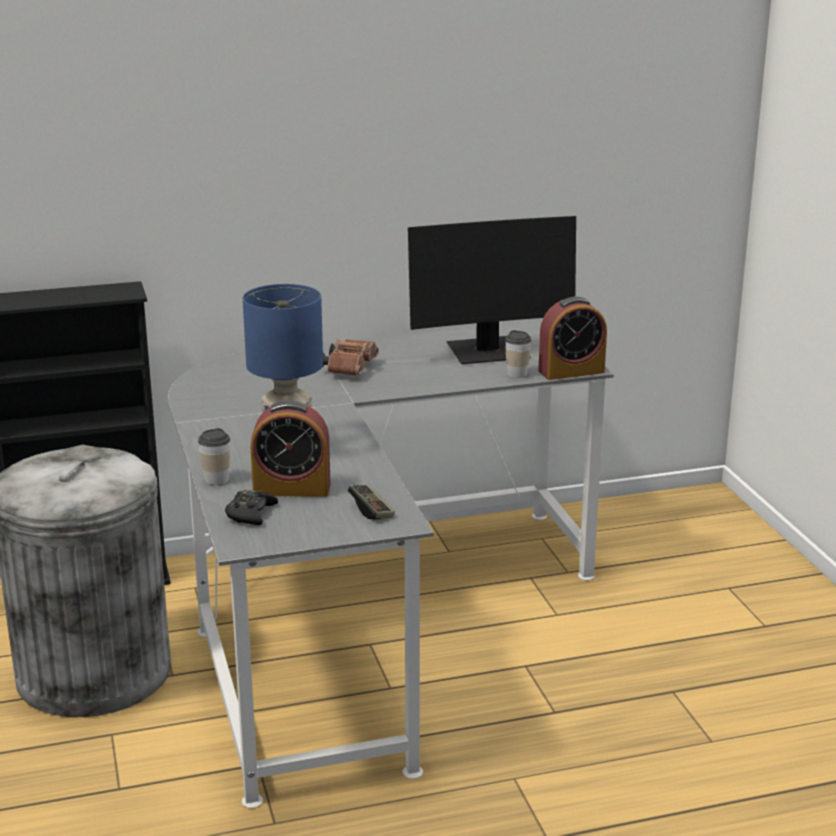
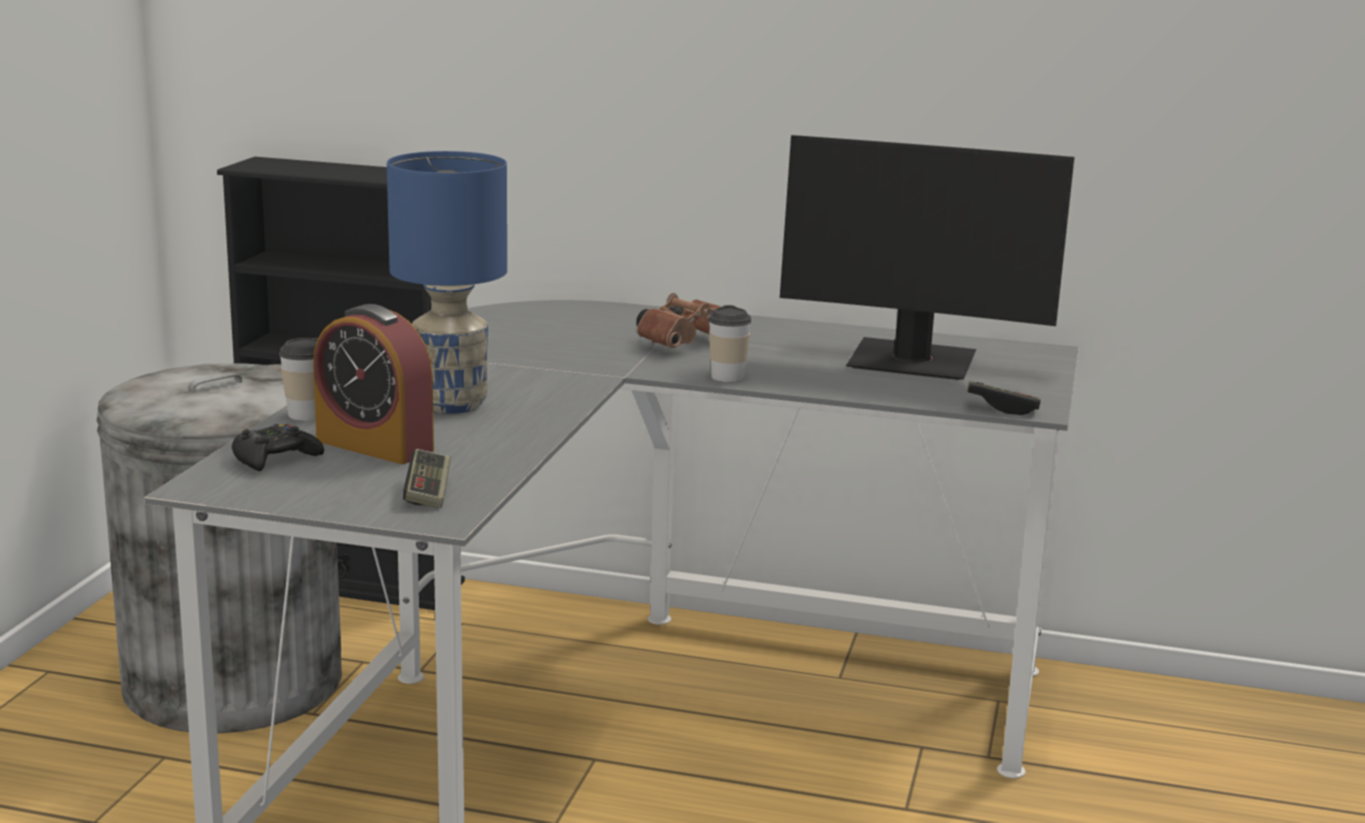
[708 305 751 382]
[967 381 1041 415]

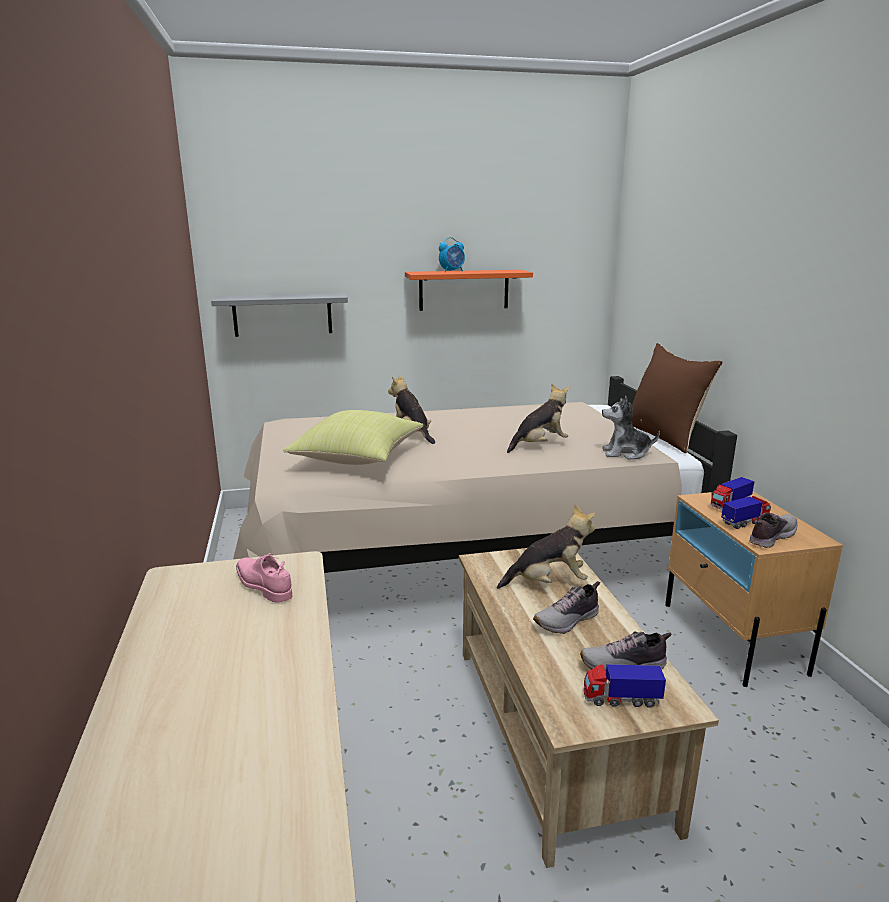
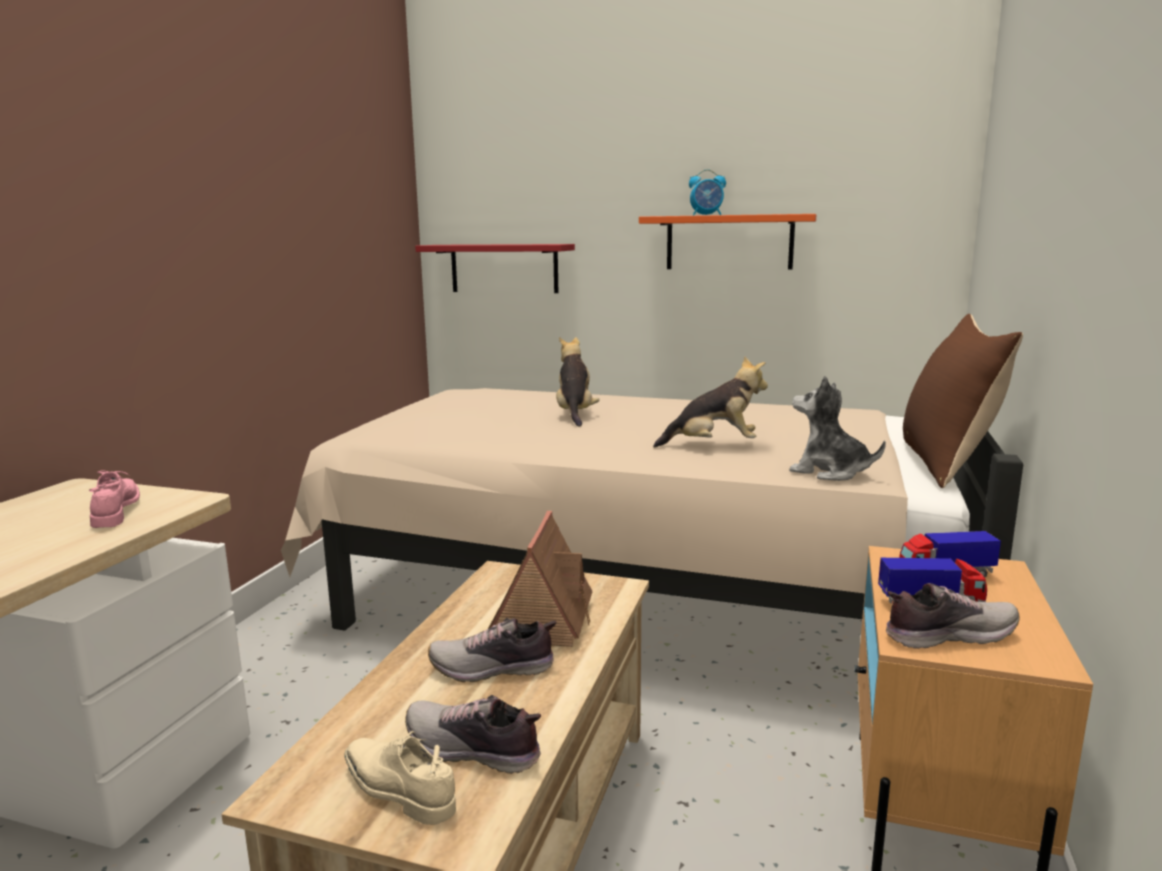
[415 244 575 293]
[283 410 423 465] (first image)
[488 511 593 647]
[344 731 456 825]

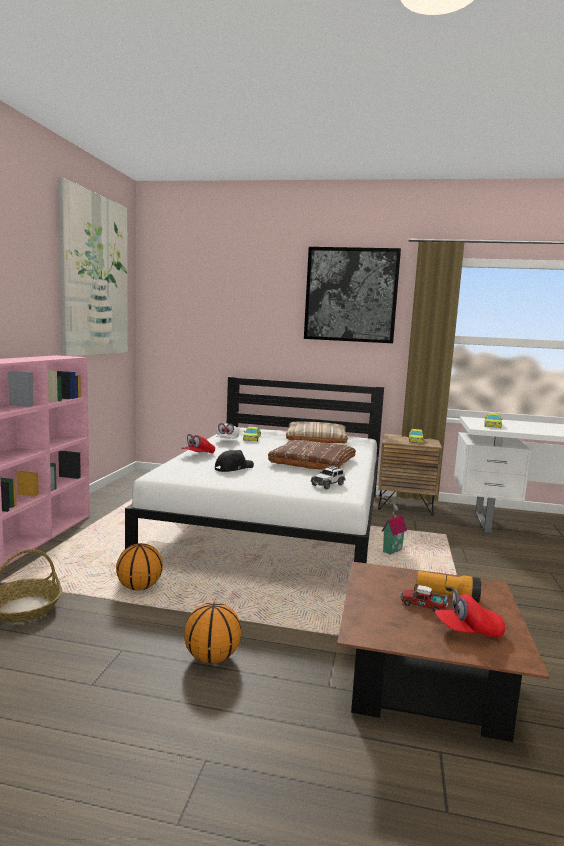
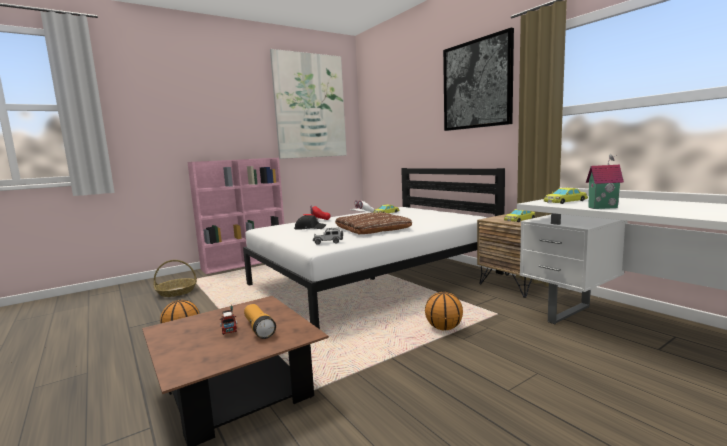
[425 292 463 330]
[286 421 348 443] (first image)
[586 153 624 209]
[435 589 505 638] (first image)

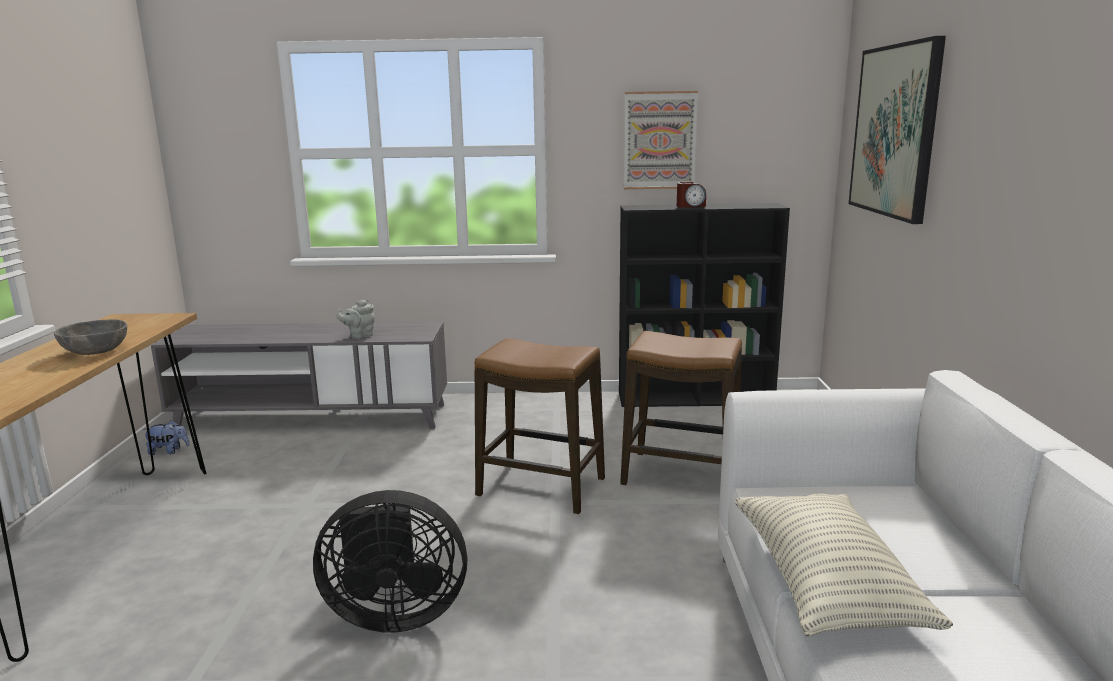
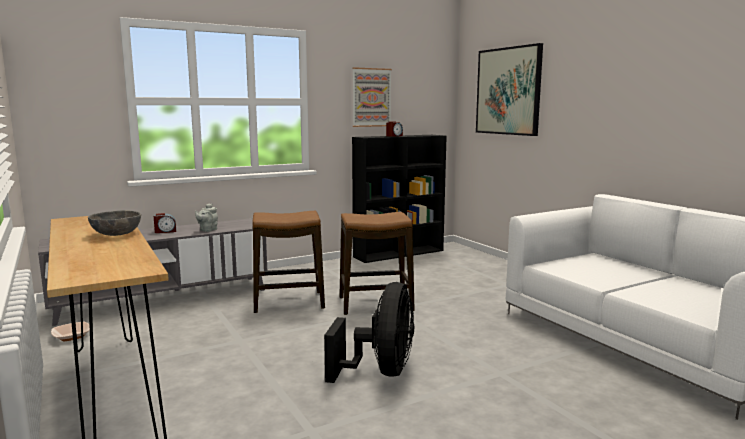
[51 322 90 341]
[324 282 414 383]
[252 211 325 313]
[735 494 953 637] (first image)
[154 213 176 233]

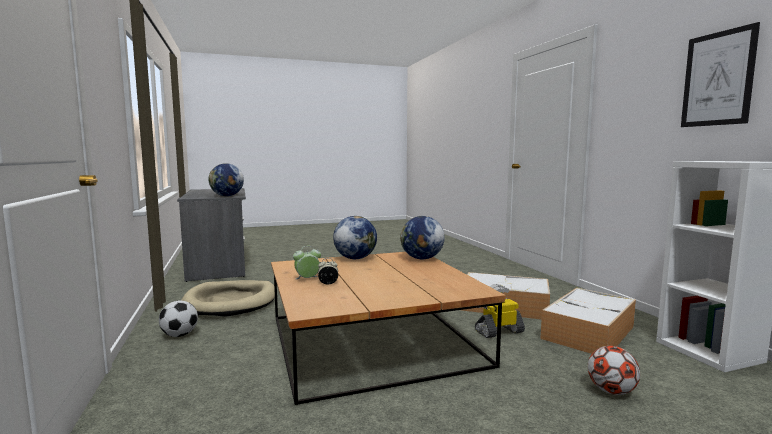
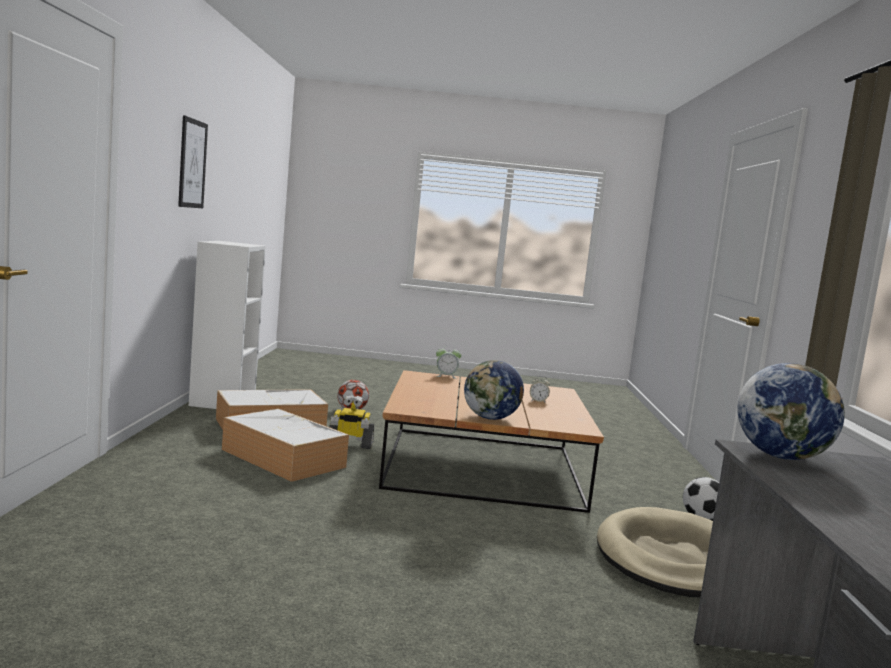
[436 345 461 379]
[400 216 445 259] (first image)

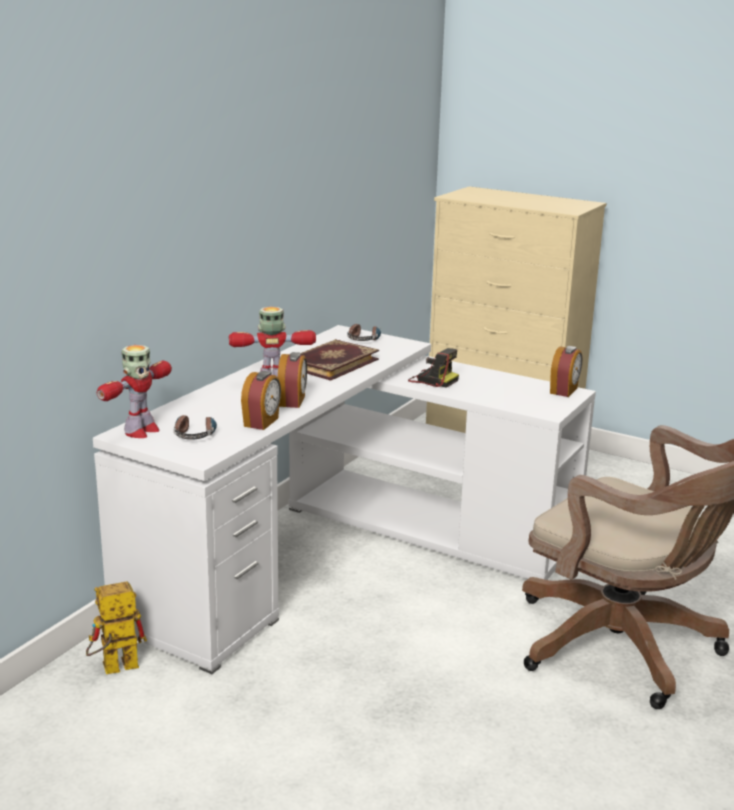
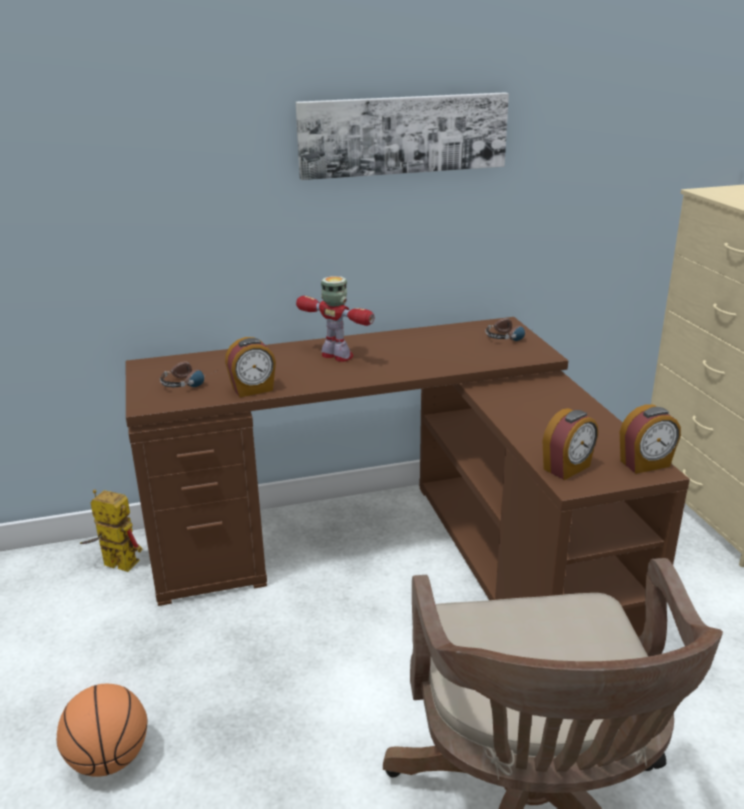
[126 317 690 637]
[97 345 172 438] (first image)
[542 408 598 480]
[300 339 379 381] (first image)
[408 348 459 388] (first image)
[57 684 147 777]
[296 92 509 180]

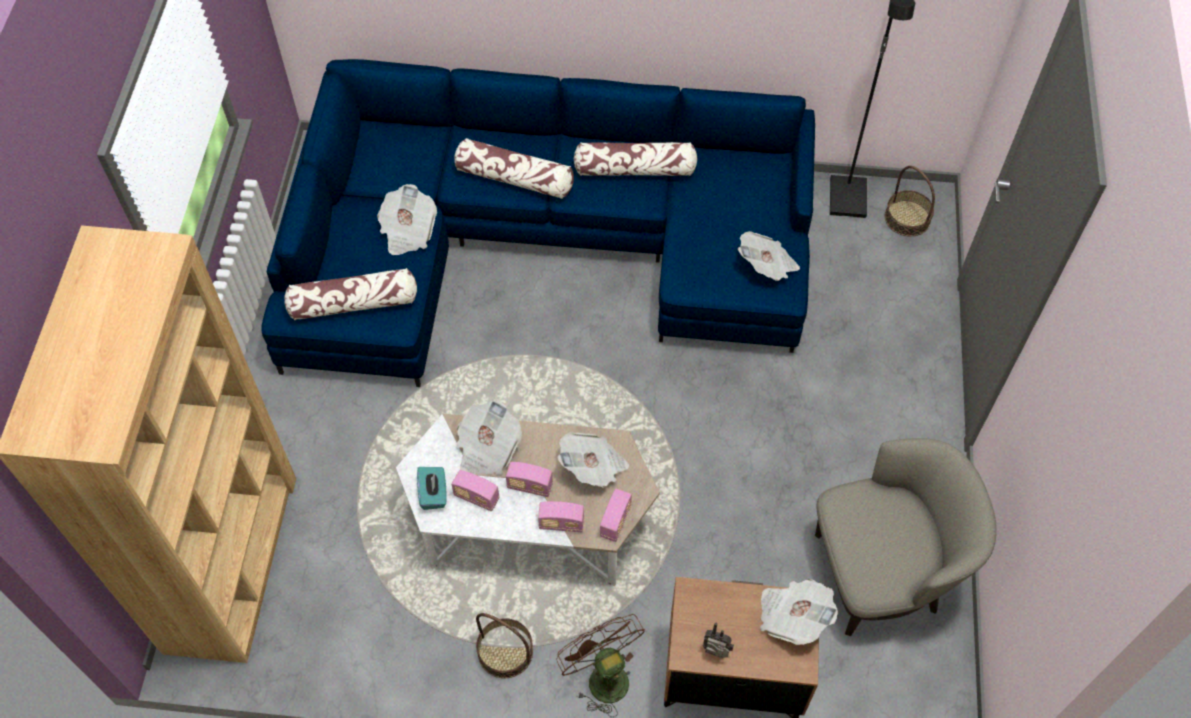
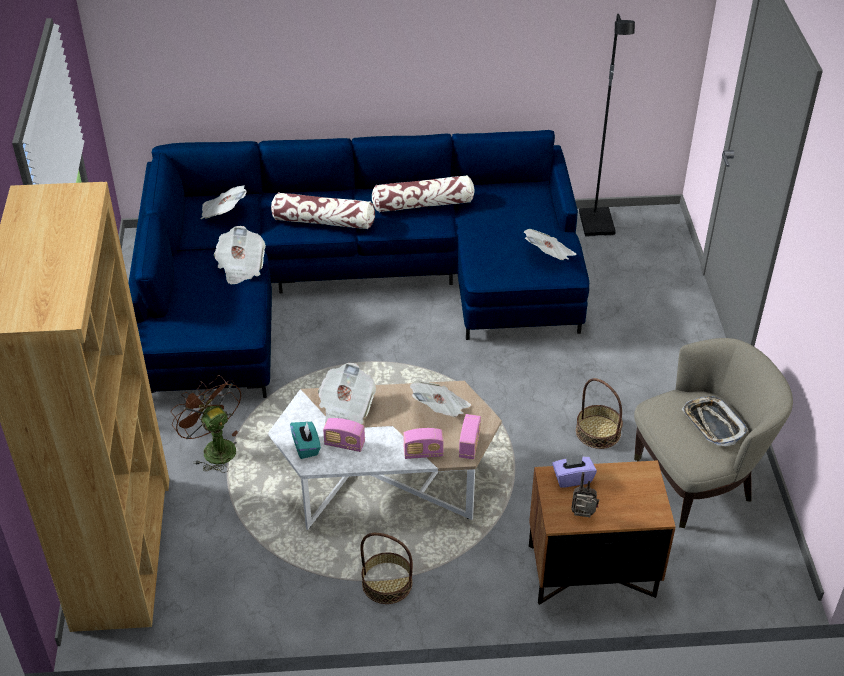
[284 268 417 320] (first image)
[506 462 553 497] (first image)
[171 375 241 473]
[201 185 246 219]
[576 378 623 449]
[552 454 597 488]
[682 396 748 446]

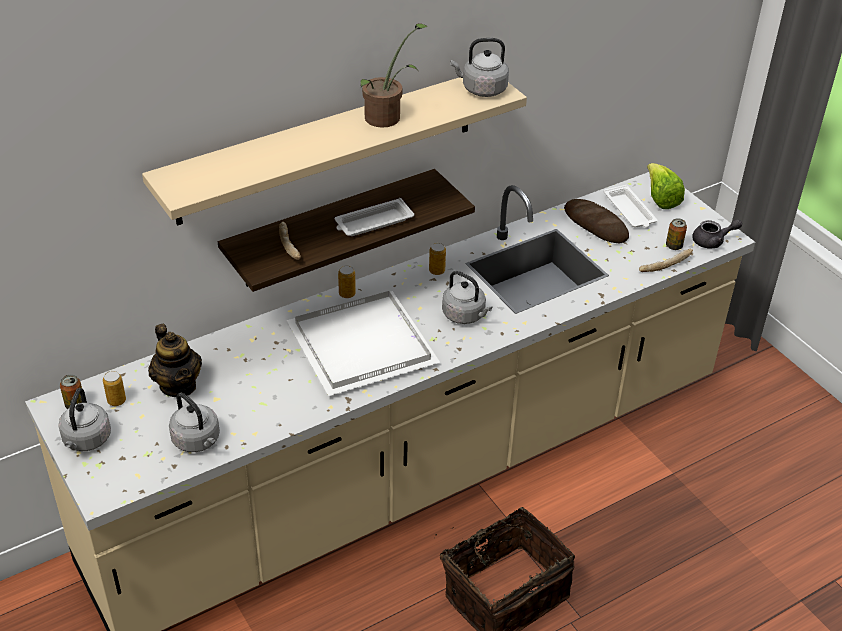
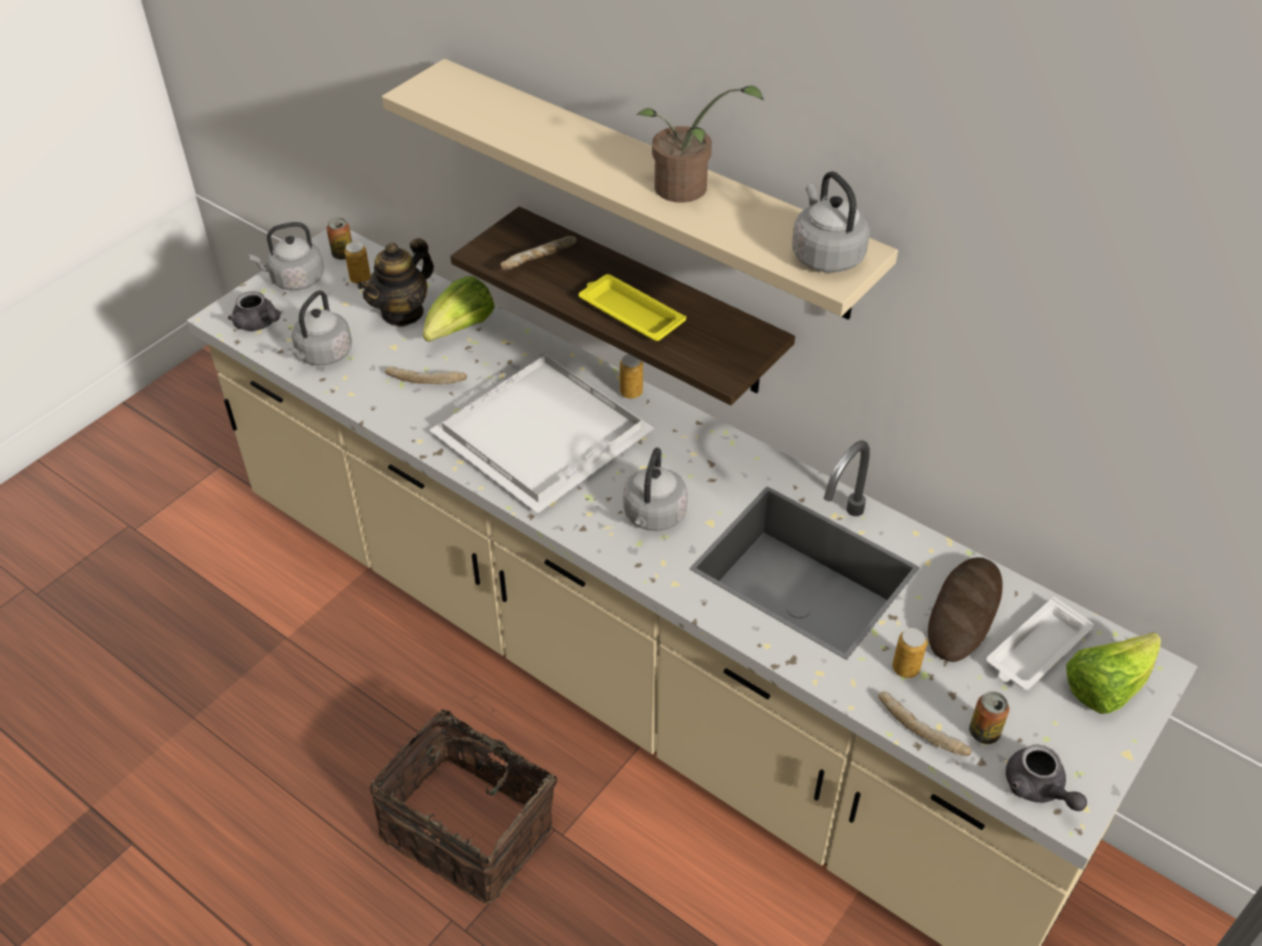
[578 274 686 341]
[892 628 927 678]
[228 291 280 331]
[385 366 467 385]
[423 276 495 342]

